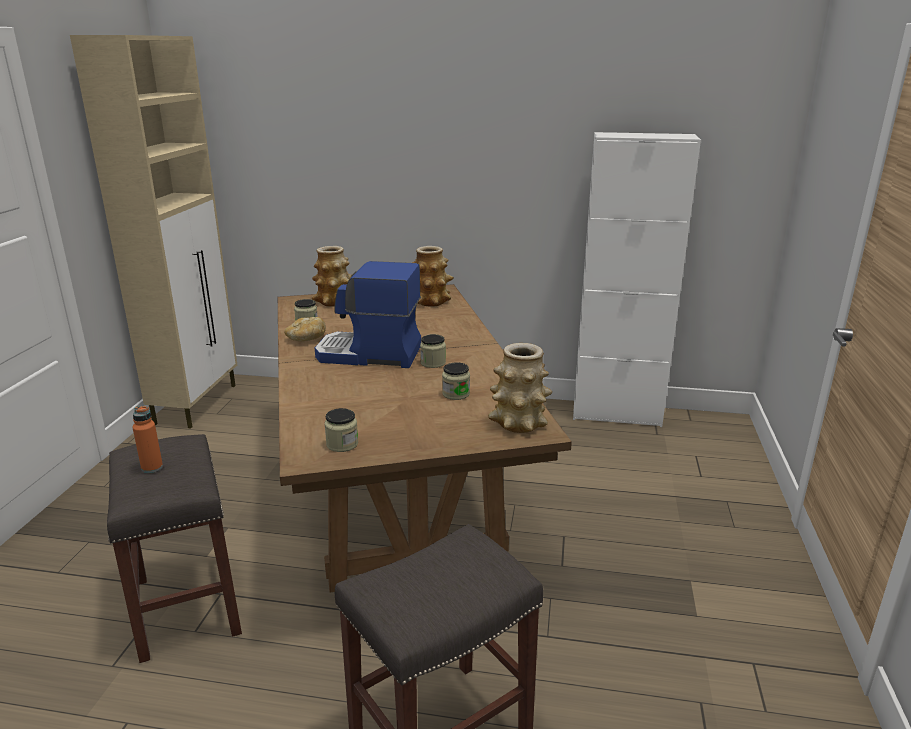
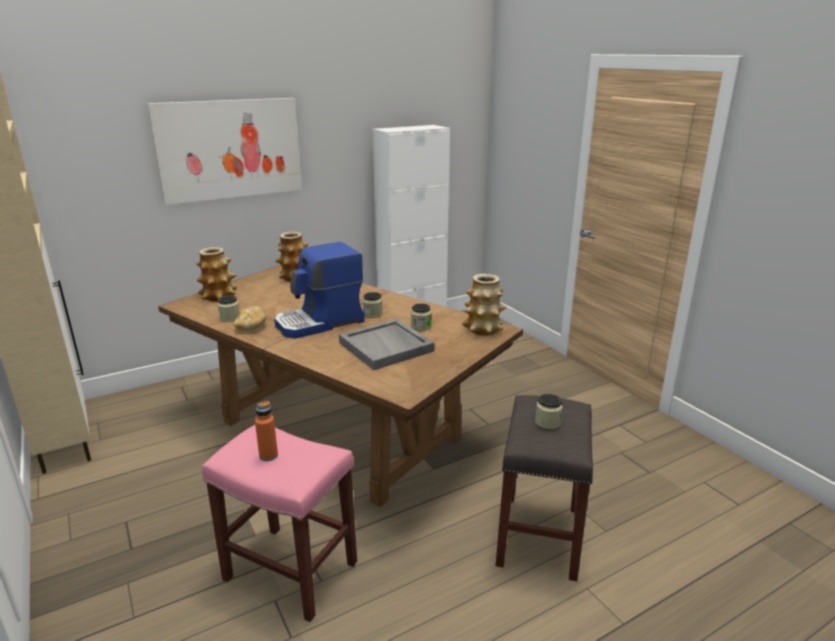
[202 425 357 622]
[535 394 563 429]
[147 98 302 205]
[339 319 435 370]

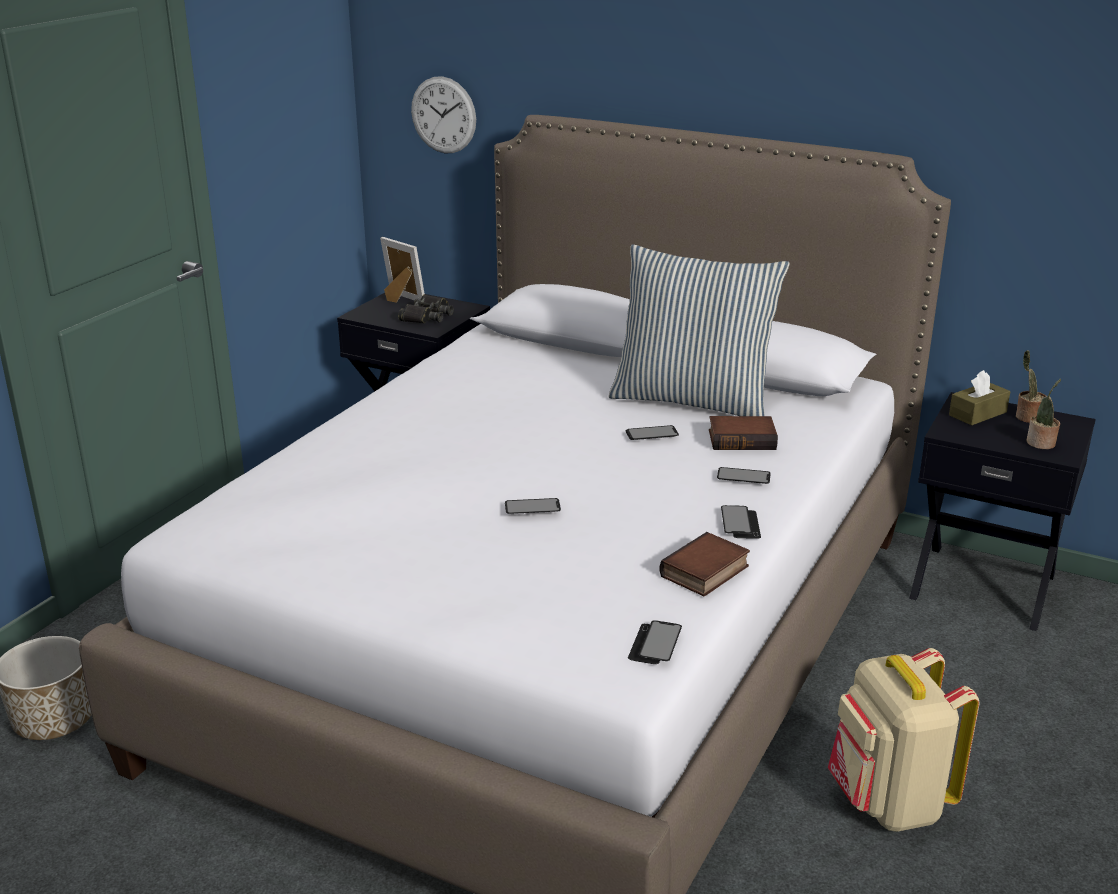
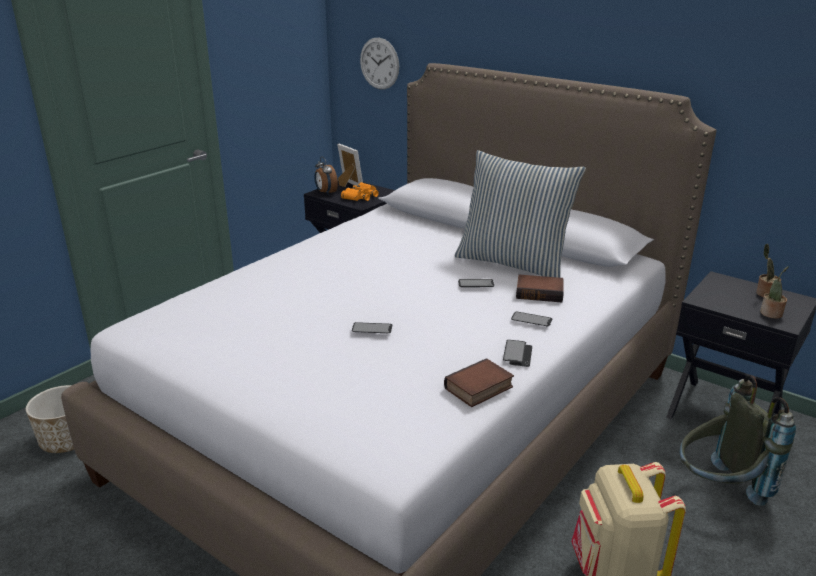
[341 182 379 201]
[628 620 682 664] (first image)
[949 370 1010 425] (first image)
[314 156 338 194]
[680 375 796 506]

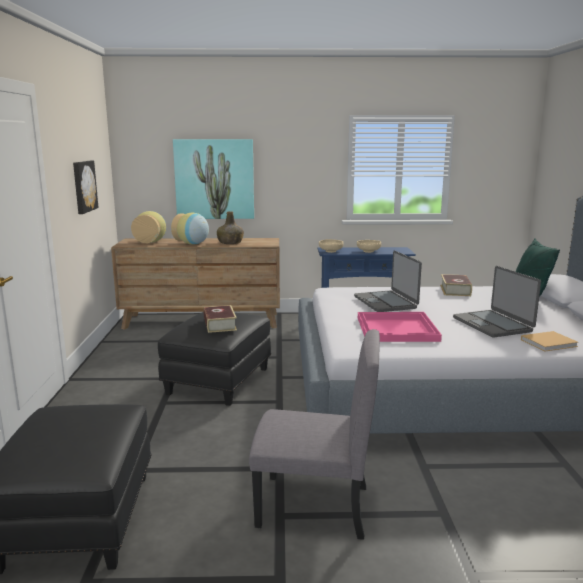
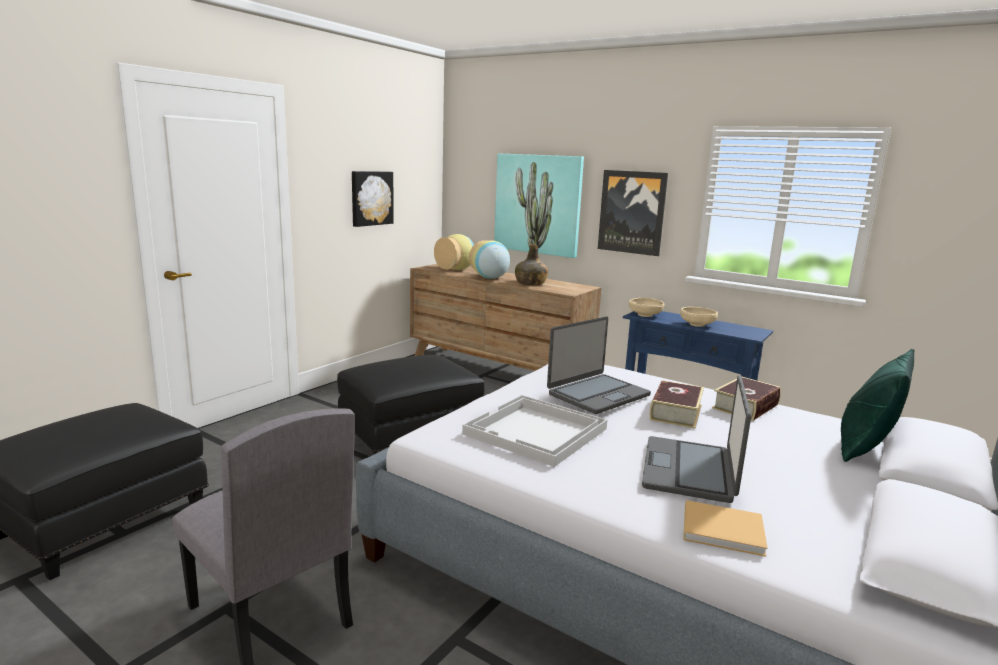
[650 380 704 428]
[547 317 651 414]
[462 395 607 467]
[598 170 668 256]

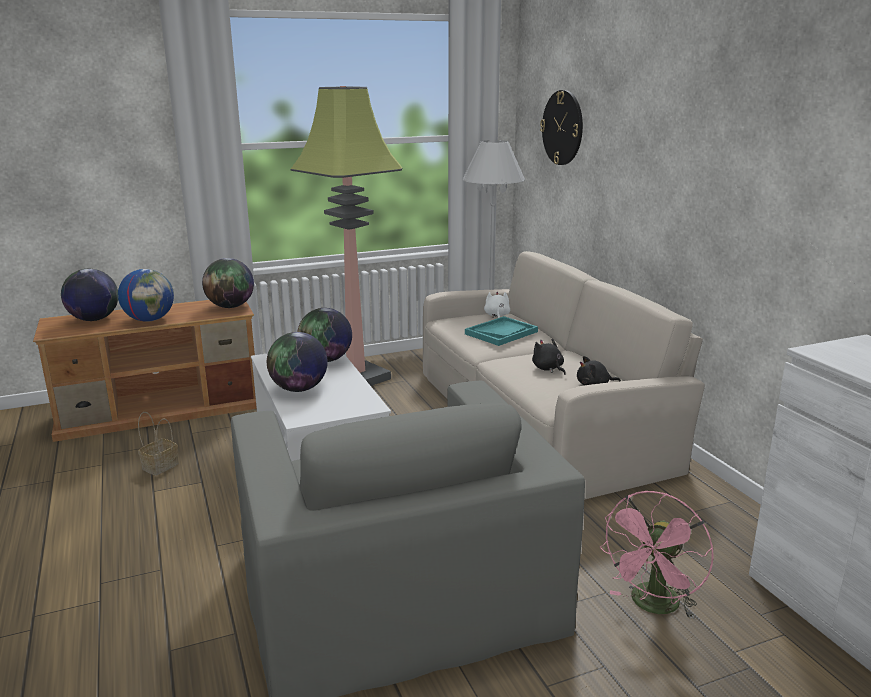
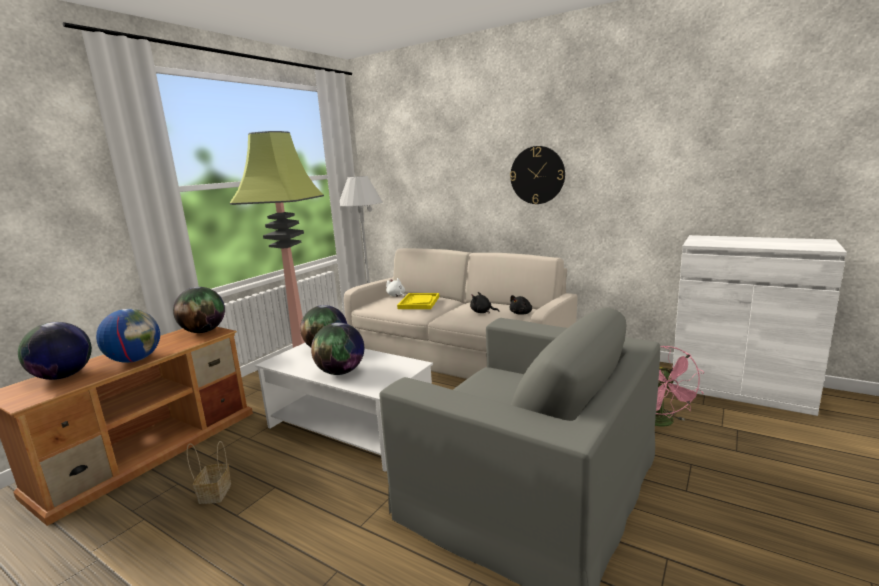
[397 293 439 309]
[510 146 565 204]

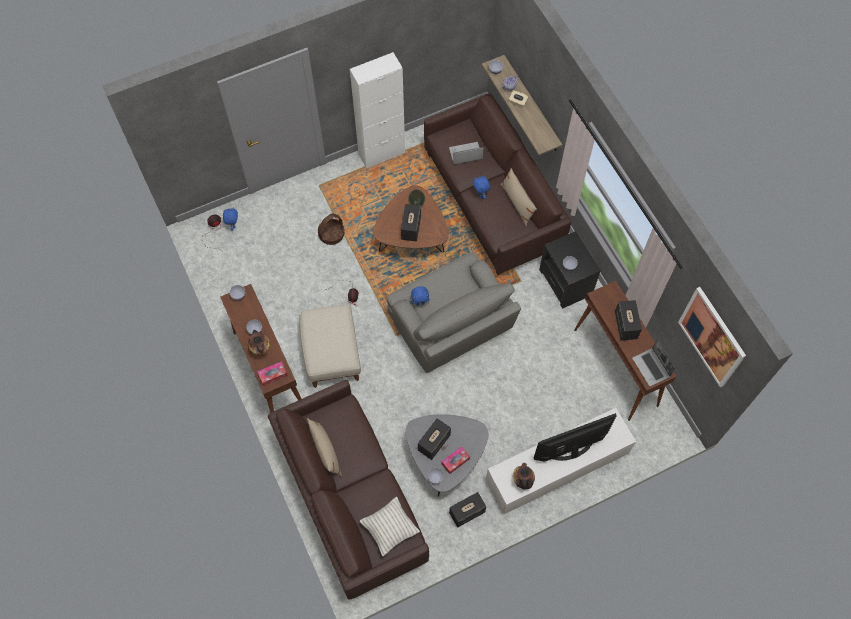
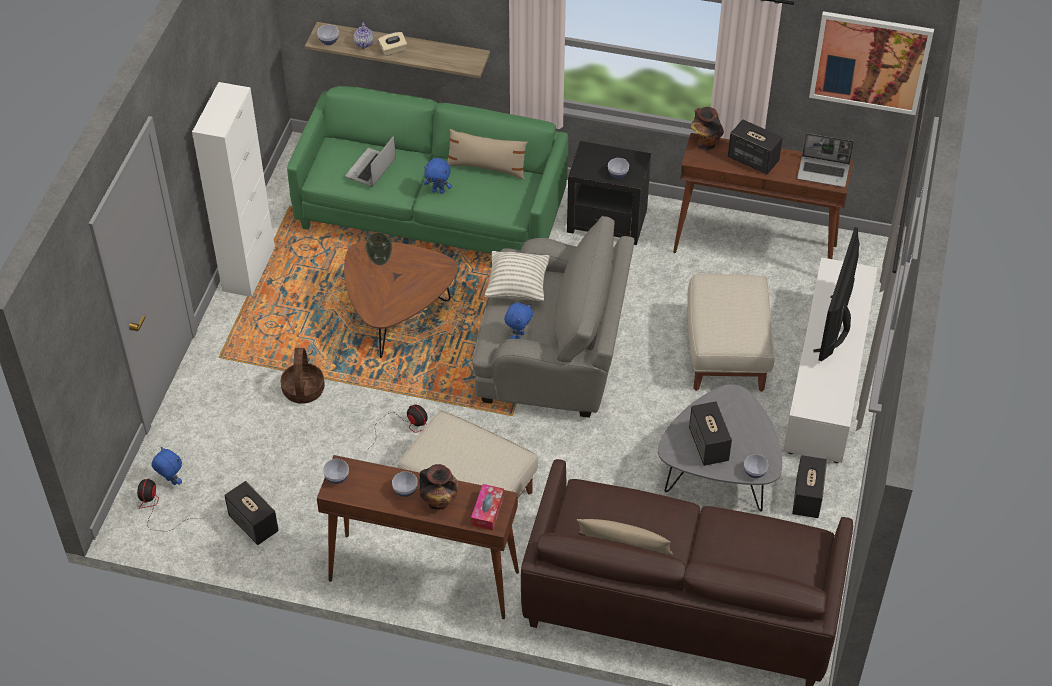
[485 251 550 301]
[224 481 279 545]
[287 86 568 254]
[442 446 470 474] (first image)
[691 107 724 151]
[687 274 774 392]

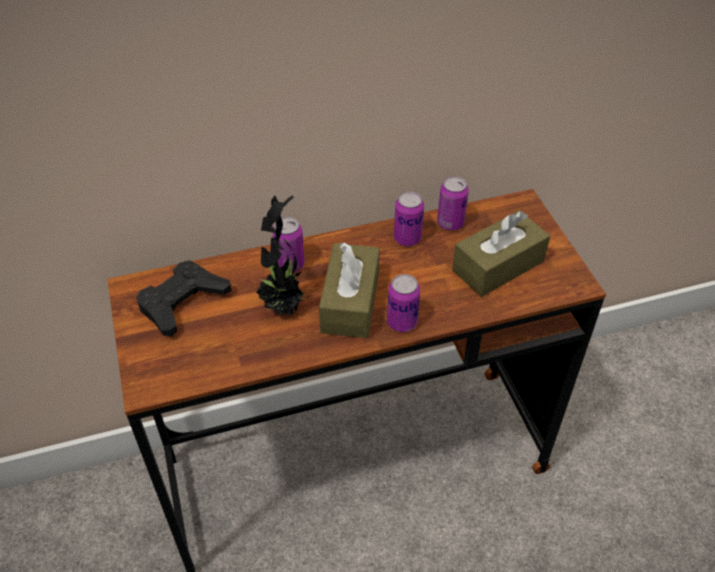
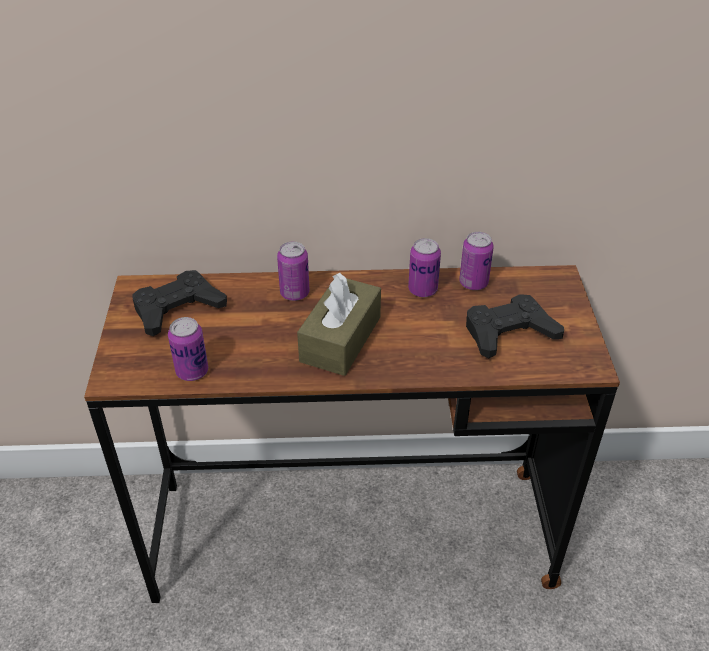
[256 195 309 317] (first image)
[168 317 208 381]
[466 294 564 358]

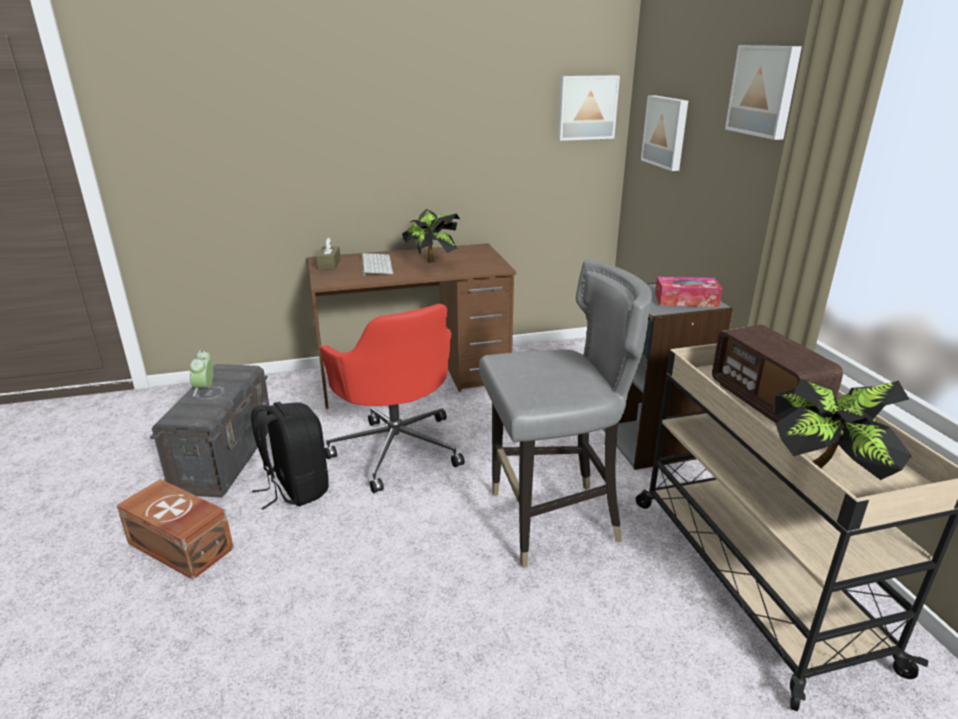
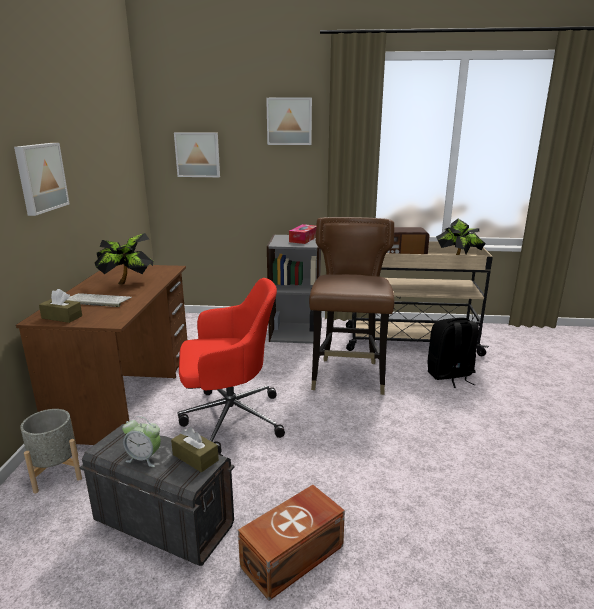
[428 318 479 388]
[309 217 395 395]
[14 143 69 216]
[20 409 82 493]
[171 427 219 473]

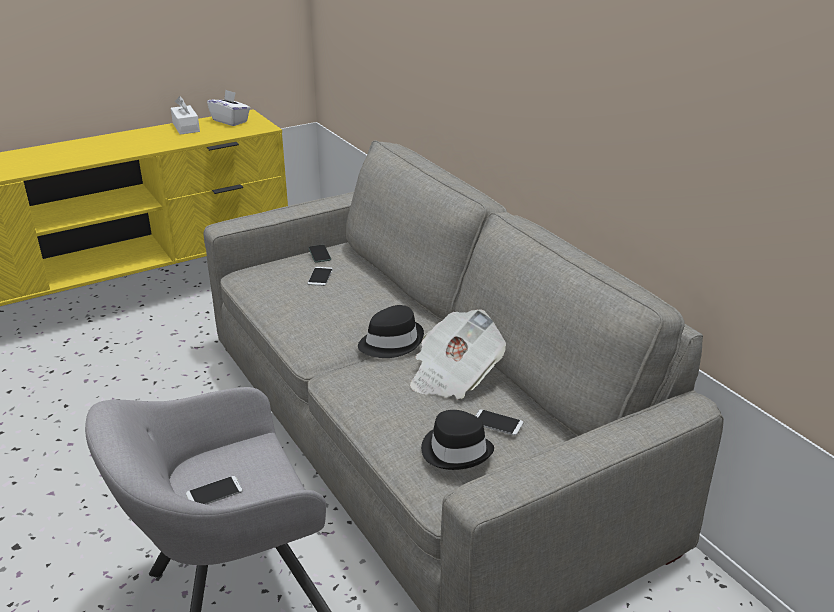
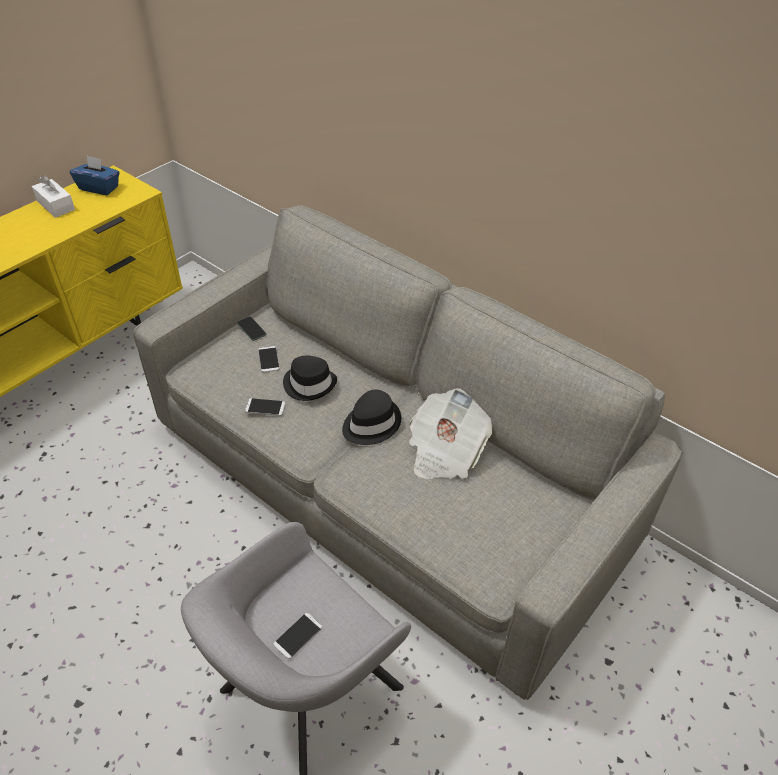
[70 156 120 195]
[283 356 337 401]
[245 398 285 416]

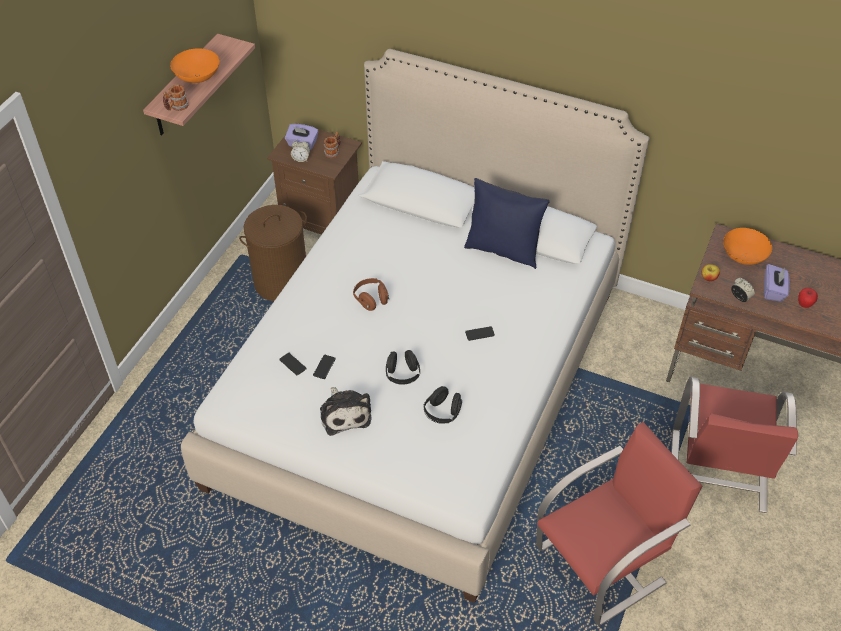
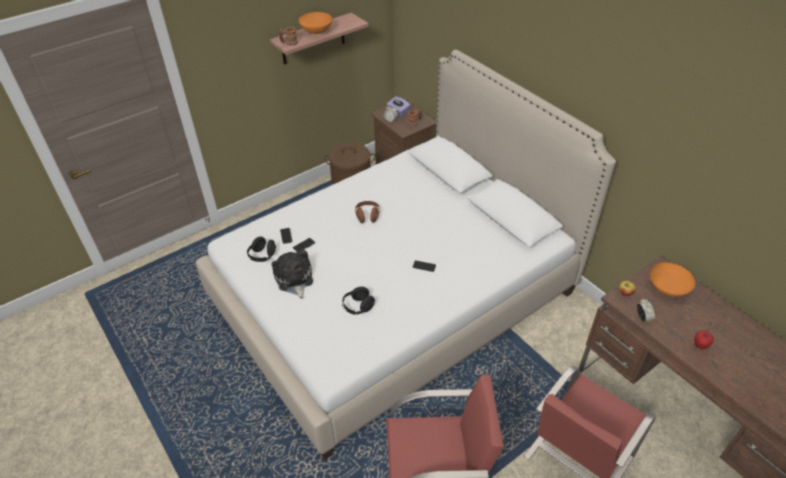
[271 250 313 299]
[247 237 276 262]
[464 178 550 269] (first image)
[764 264 790 302] (first image)

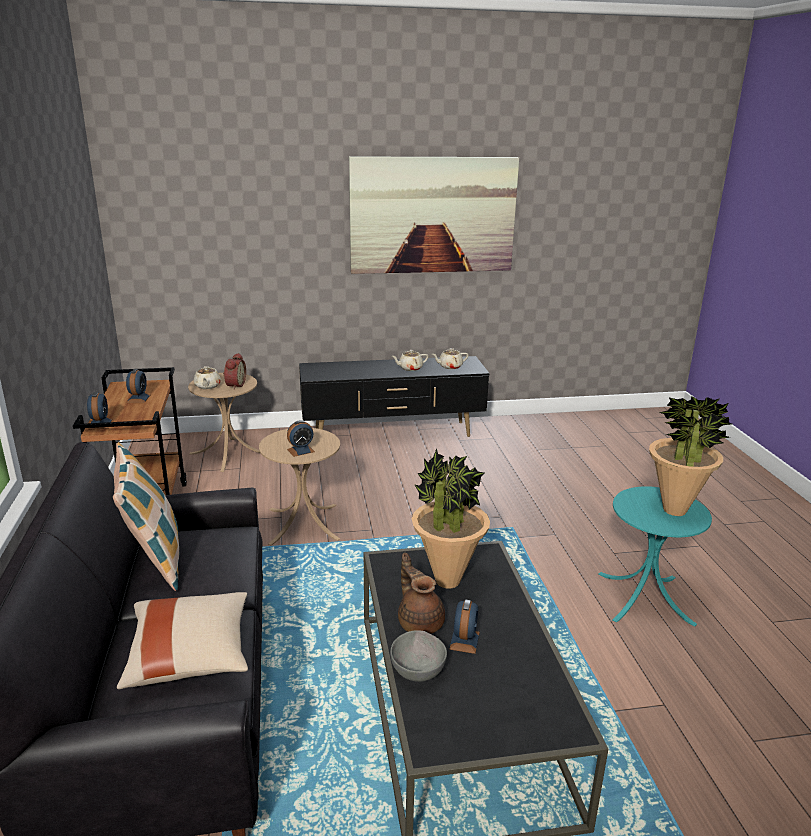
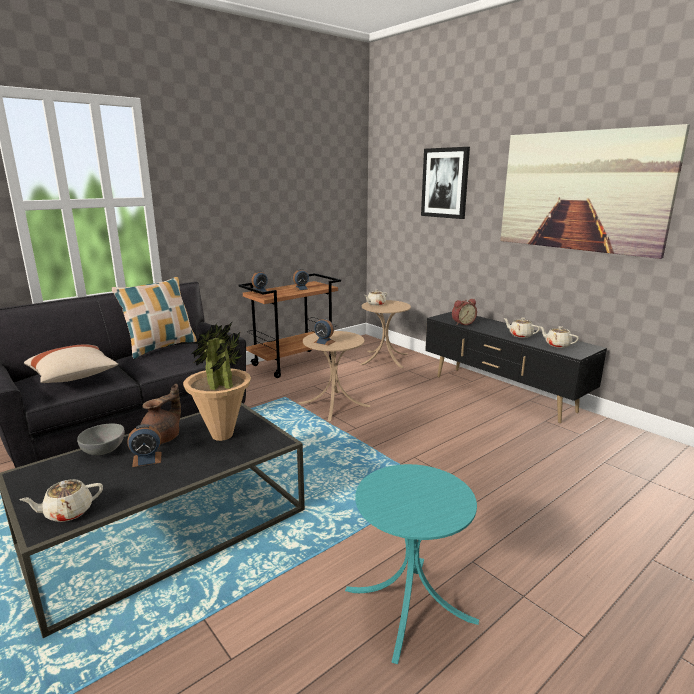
[452 299 477 325]
[649 396 732 516] (first image)
[20 479 103 522]
[421 147 470 219]

